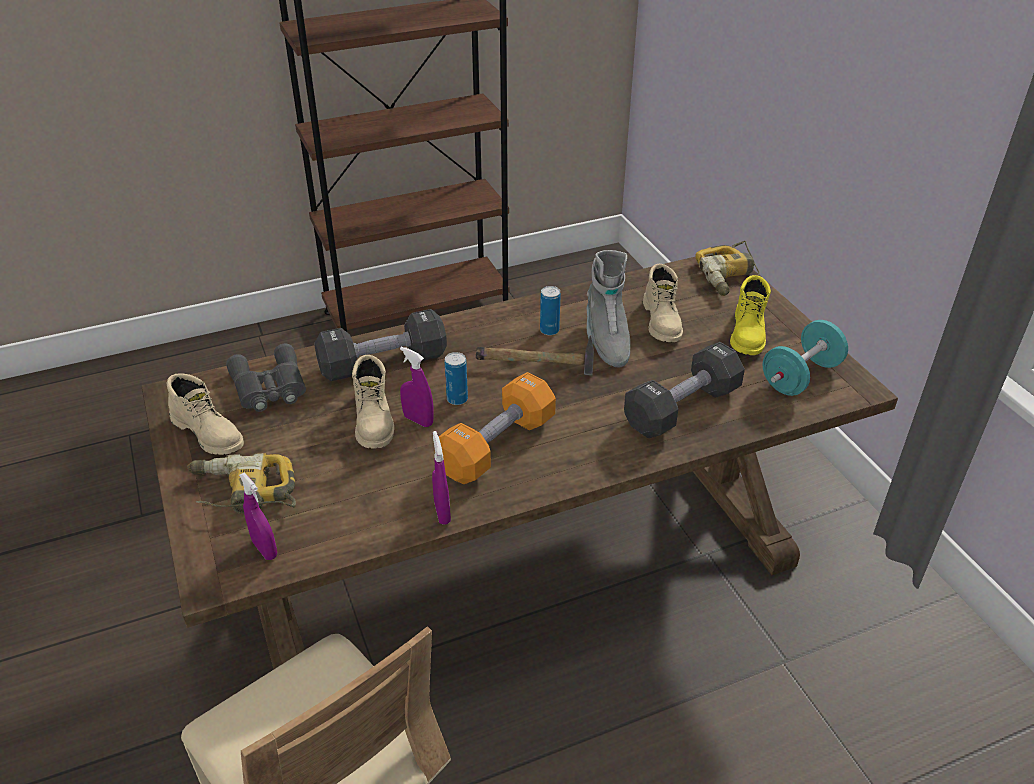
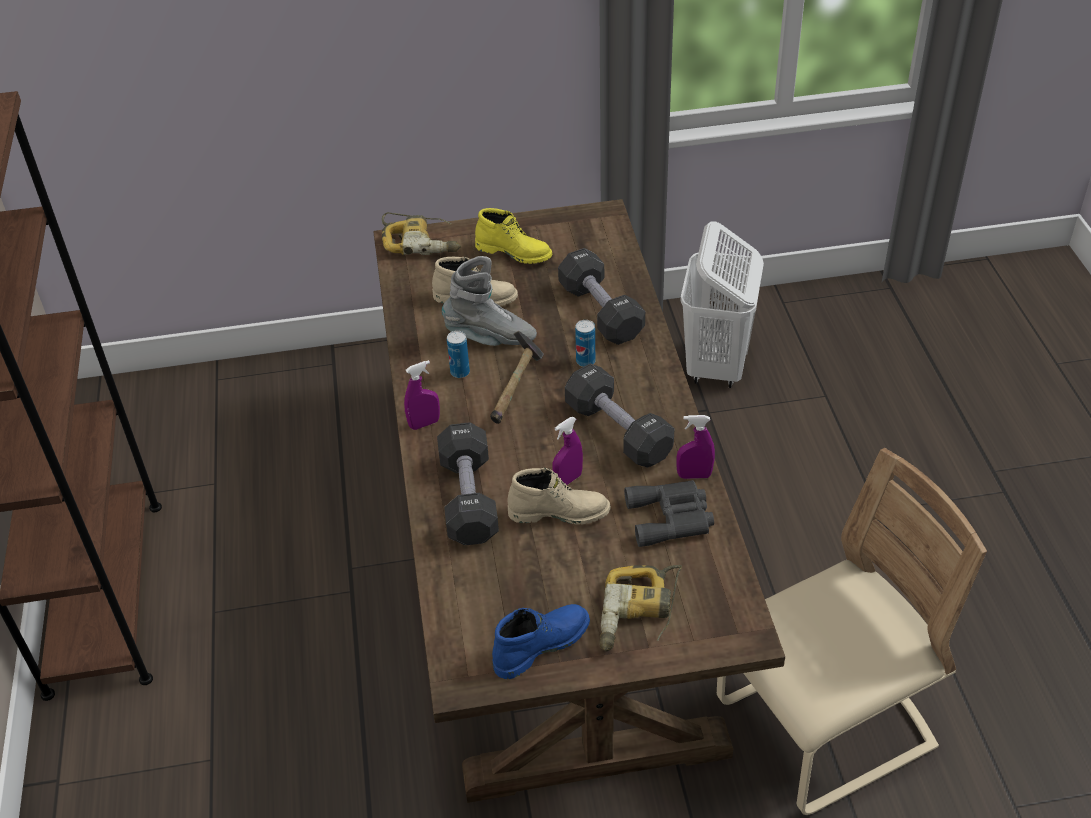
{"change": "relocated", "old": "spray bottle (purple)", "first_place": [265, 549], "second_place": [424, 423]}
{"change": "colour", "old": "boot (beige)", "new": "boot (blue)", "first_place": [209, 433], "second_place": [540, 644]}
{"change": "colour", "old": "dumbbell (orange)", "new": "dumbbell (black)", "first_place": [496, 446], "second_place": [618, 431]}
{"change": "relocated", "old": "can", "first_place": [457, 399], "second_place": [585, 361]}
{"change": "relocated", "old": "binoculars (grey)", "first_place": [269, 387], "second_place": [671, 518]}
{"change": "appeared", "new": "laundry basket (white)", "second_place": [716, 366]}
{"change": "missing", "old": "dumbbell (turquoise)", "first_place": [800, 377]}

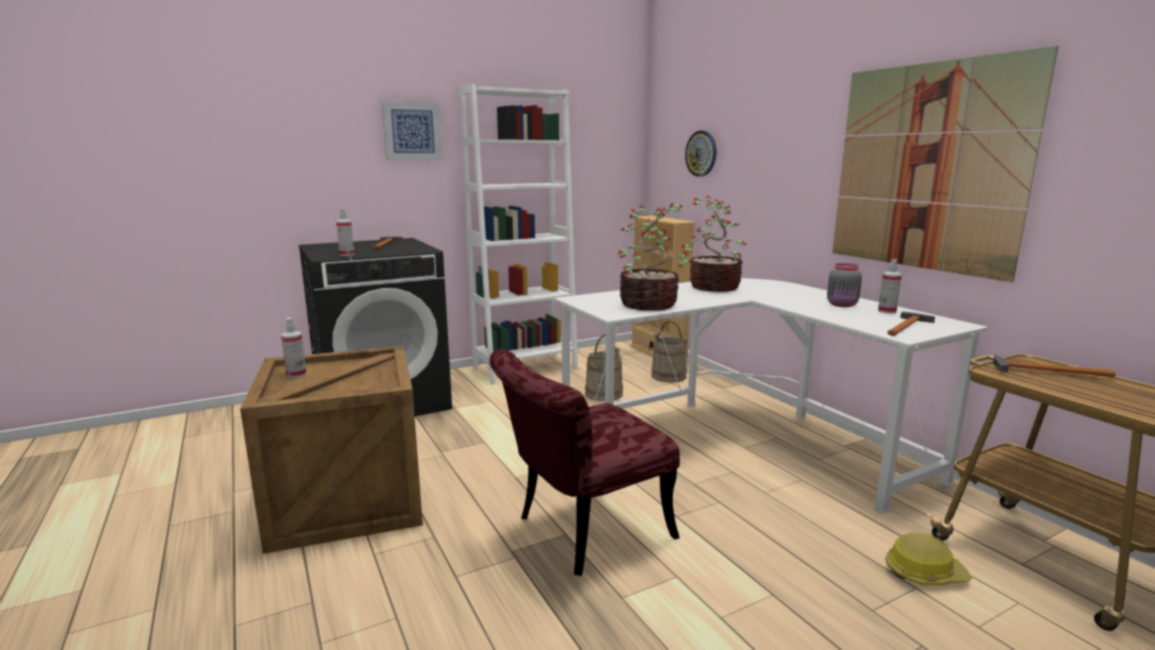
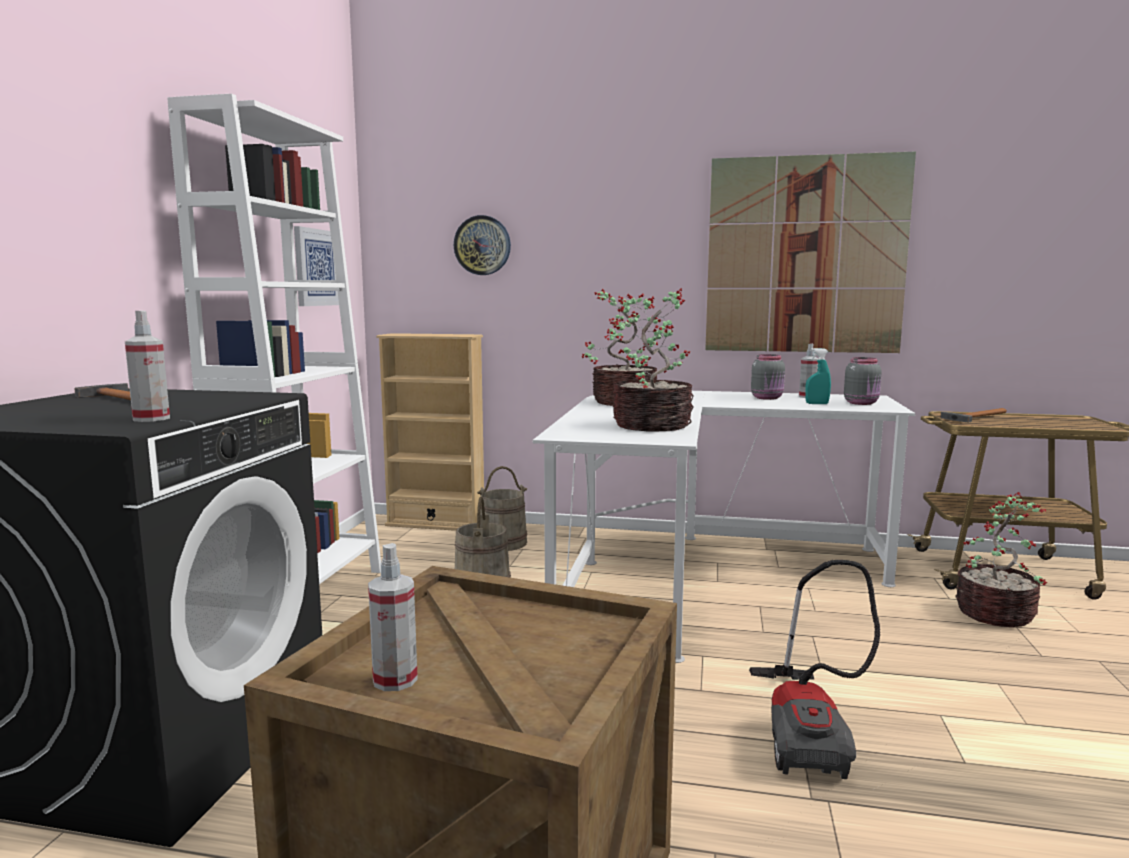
{"change": "relocated", "old": "picture", "first_place": [412, 131], "second_place": [316, 267]}
{"change": "exchanged", "old": "chair (red)", "new": "vacuum cleaner", "first_place": [581, 532], "second_place": [807, 732]}
{"change": "appeared", "new": "spray bottle (turquoise)", "second_place": [817, 404]}
{"change": "exchanged", "old": "hammer", "new": "jar (grey)", "first_place": [907, 326], "second_place": [862, 403]}
{"change": "exchanged", "old": "hard hat", "new": "potted plant", "first_place": [924, 573], "second_place": [996, 615]}

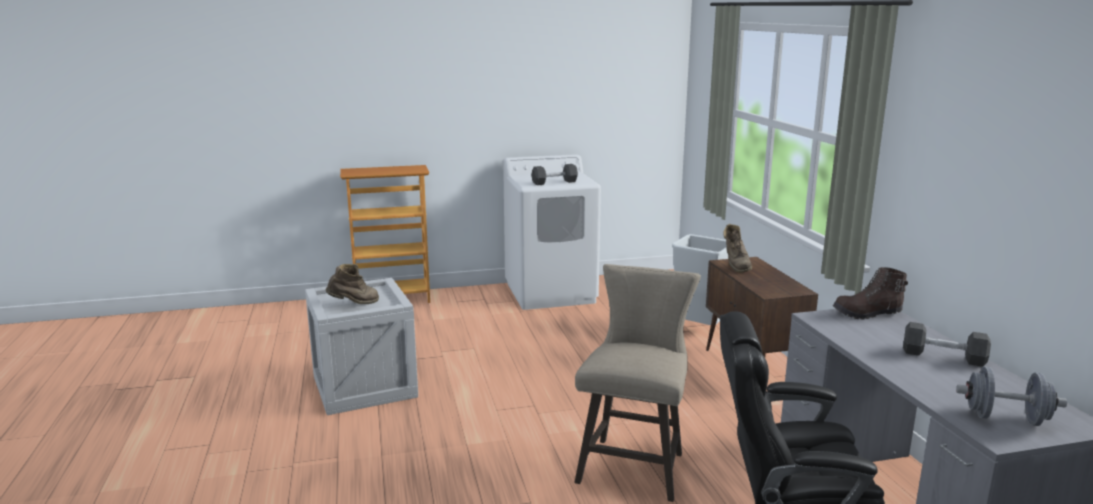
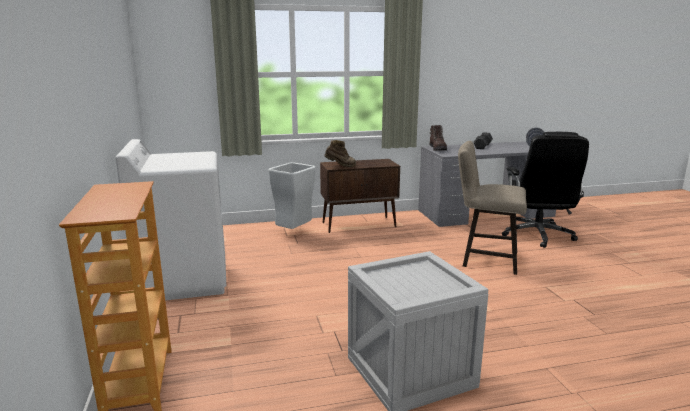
{"change": "missing", "old": "boot (brown)", "first_place": [354, 304]}
{"change": "missing", "old": "dumbbell (black)", "first_place": [554, 182]}

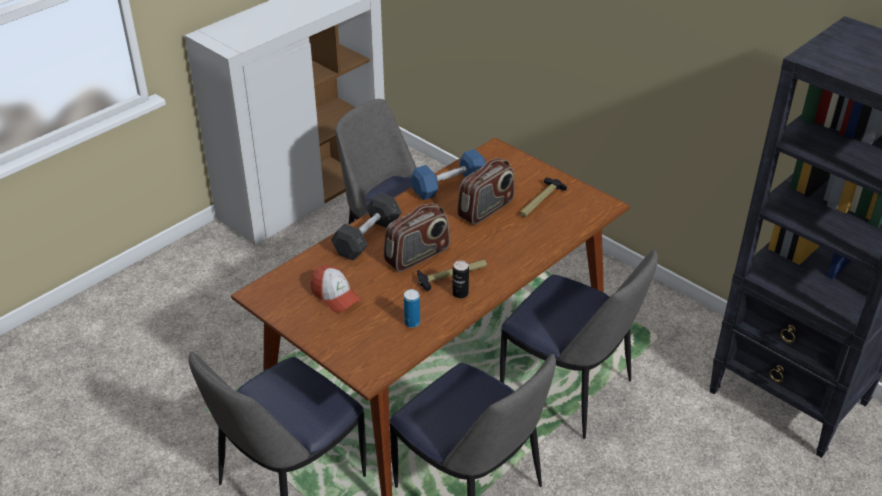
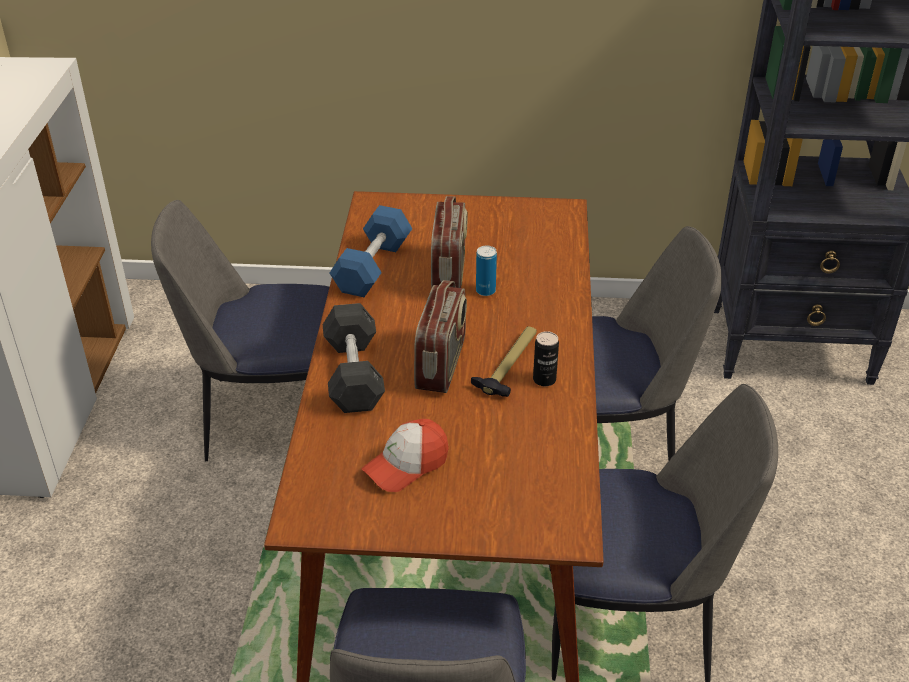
{"change": "spun", "old": "cap", "first_place": [335, 296], "second_place": [406, 465], "degrees": 135}
{"change": "relocated", "old": "can", "first_place": [412, 323], "second_place": [485, 291]}
{"change": "missing", "old": "hammer", "first_place": [540, 202]}

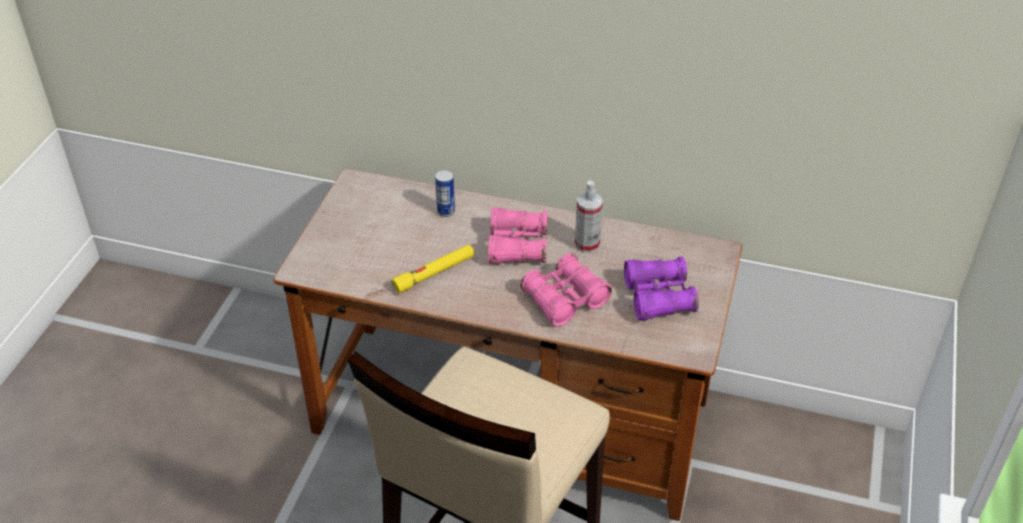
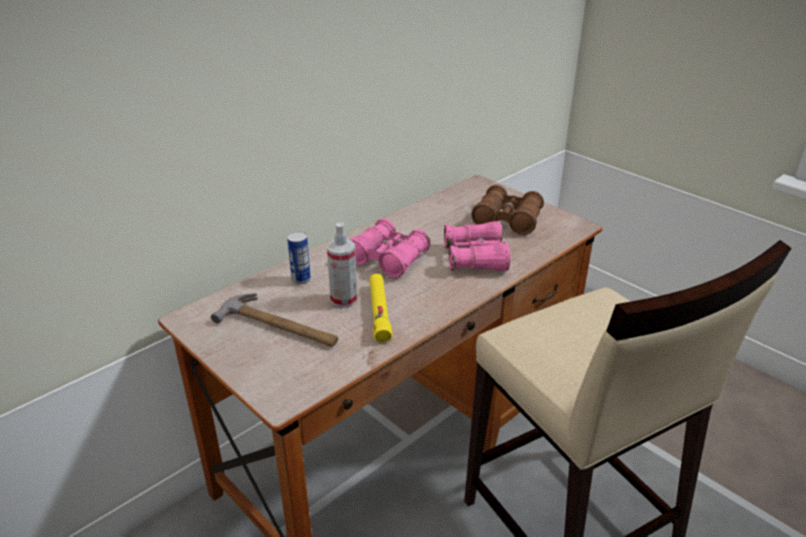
{"change": "appeared", "new": "hammer", "second_place": [279, 326]}
{"change": "relocated", "old": "spray bottle", "first_place": [587, 244], "second_place": [344, 299]}
{"change": "colour", "old": "binoculars (purple)", "new": "binoculars (brown)", "first_place": [658, 297], "second_place": [507, 220]}

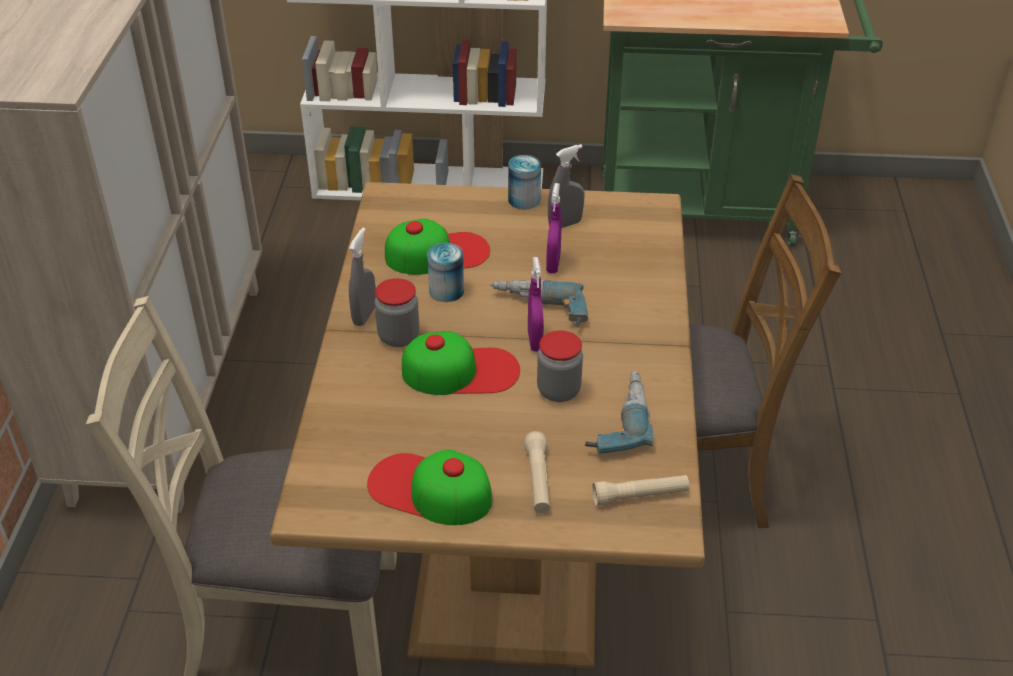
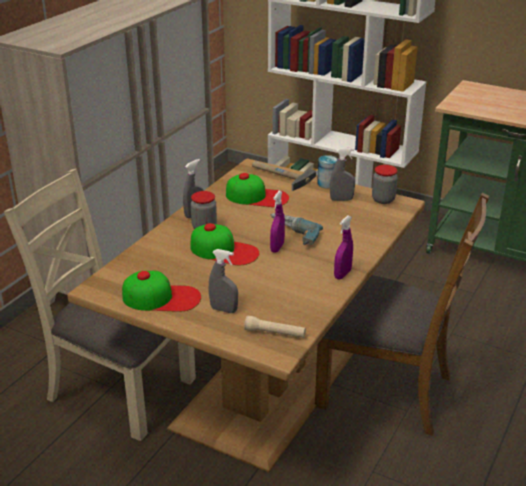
{"change": "spun", "old": "cap", "first_place": [429, 490], "second_place": [162, 297], "degrees": 135}
{"change": "exchanged", "old": "flashlight (beige)", "new": "spray bottle (grey)", "first_place": [538, 480], "second_place": [223, 310]}
{"change": "appeared", "new": "hammer", "second_place": [279, 176]}
{"change": "relocated", "old": "spray bottle (purple)", "first_place": [553, 264], "second_place": [342, 274]}
{"change": "relocated", "old": "jar", "first_place": [558, 391], "second_place": [383, 200]}
{"change": "missing", "old": "can", "first_place": [446, 291]}
{"change": "missing", "old": "power drill", "first_place": [615, 420]}

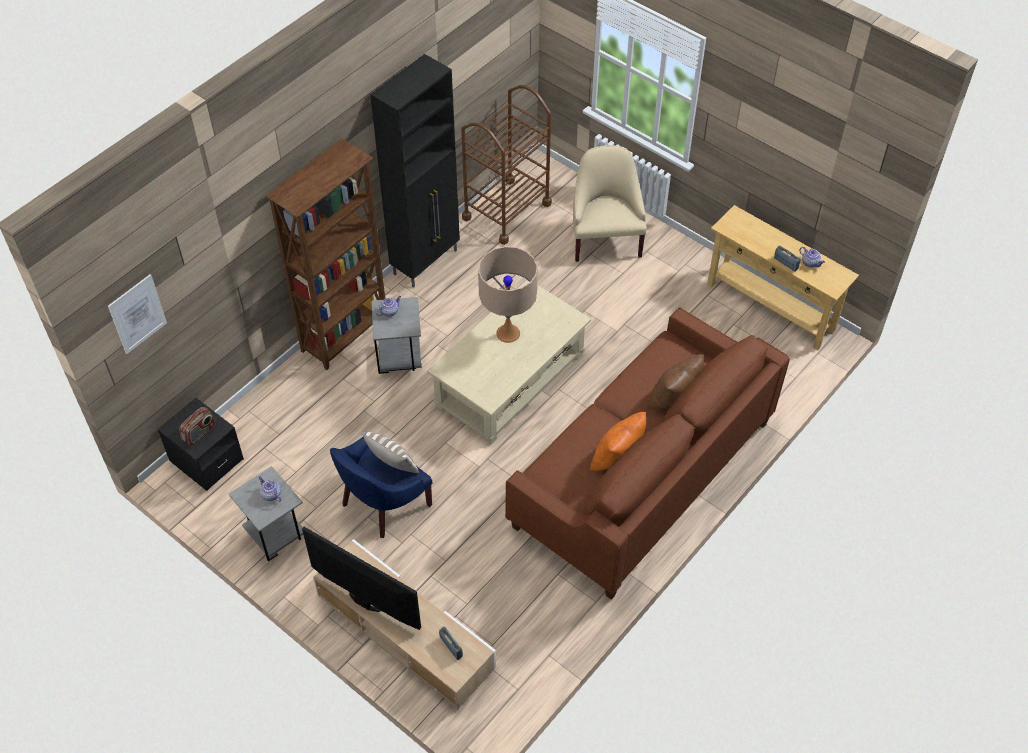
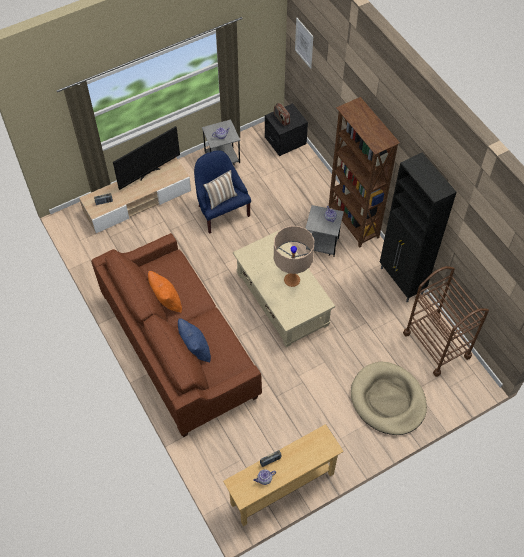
{"change": "colour", "old": "pillow (brown)", "new": "pillow (blue)", "first_place": [673, 399], "second_place": [195, 349]}
{"change": "exchanged", "old": "armchair (beige)", "new": "dog bed (beige)", "first_place": [605, 239], "second_place": [388, 400]}

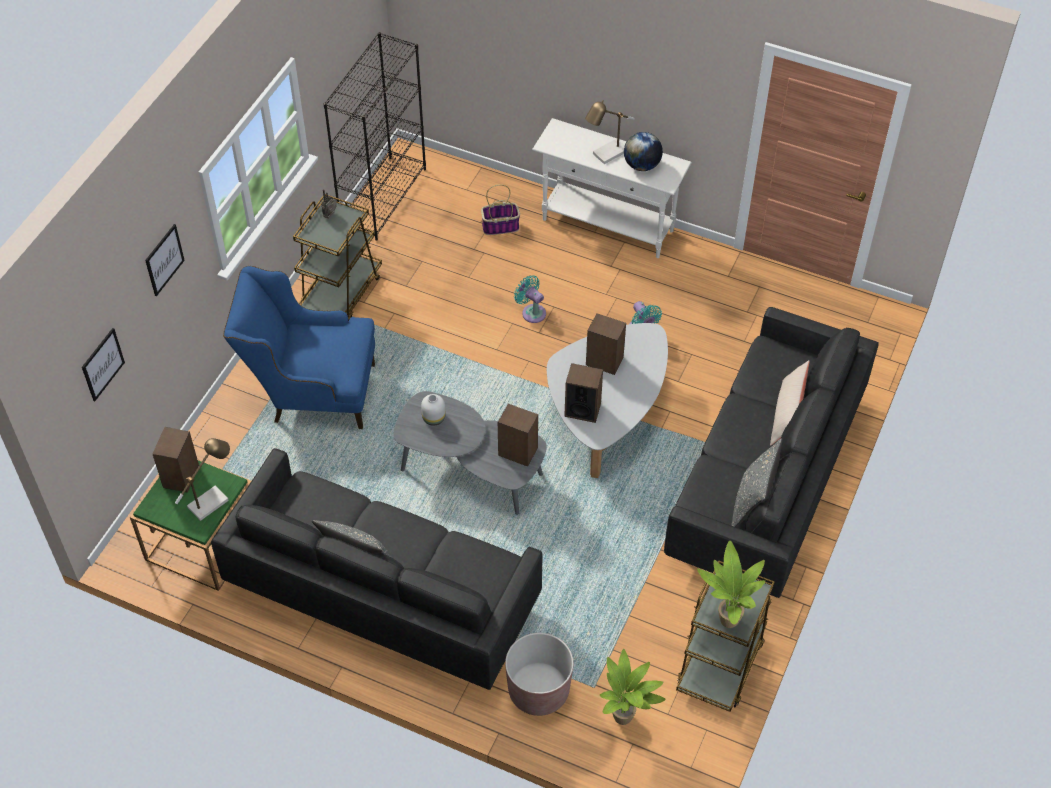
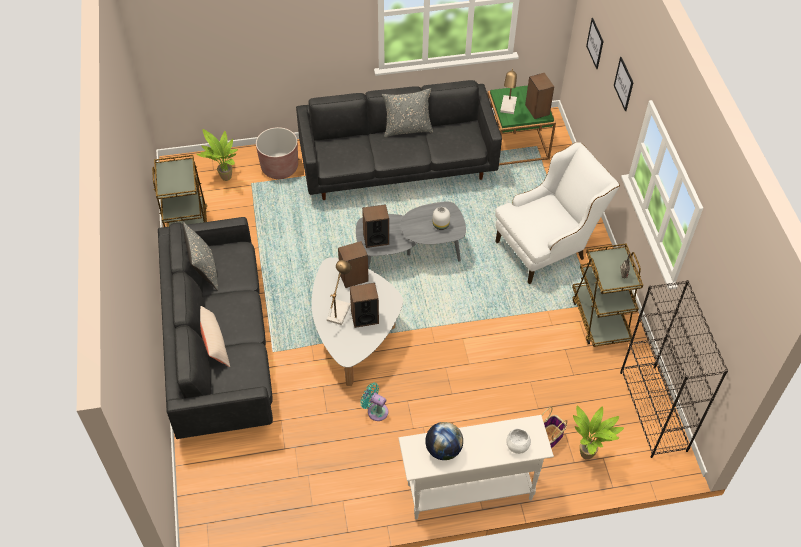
{"change": "relocated", "old": "table lamp", "first_place": [607, 155], "second_place": [339, 309]}
{"change": "colour", "old": "armchair (blue)", "new": "armchair (white)", "first_place": [312, 391], "second_place": [547, 246]}
{"change": "appeared", "new": "bowl (white)", "second_place": [517, 445]}
{"change": "relocated", "old": "potted plant", "first_place": [725, 621], "second_place": [588, 453]}
{"change": "missing", "old": "fan (turquoise)", "first_place": [532, 312]}

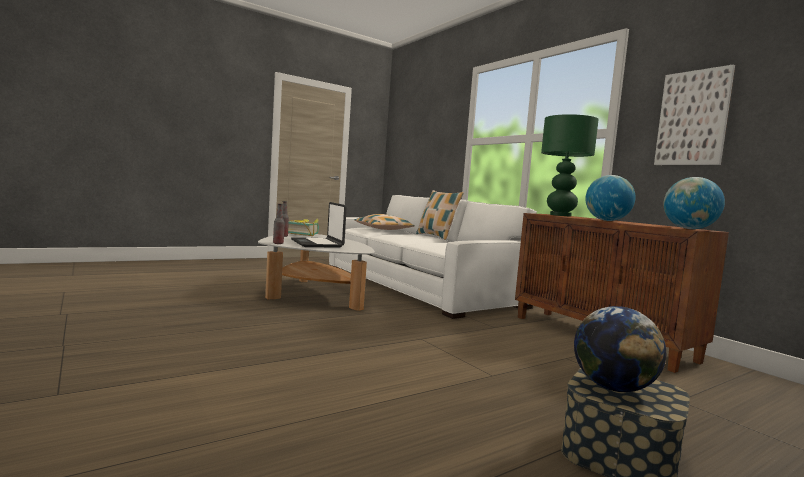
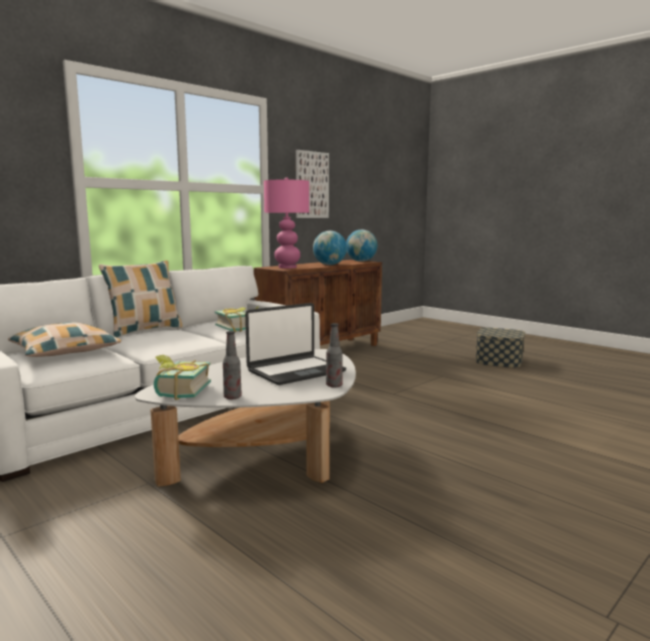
{"change": "appeared", "new": "book", "second_place": [238, 328]}
{"change": "colour", "old": "table lamp (green)", "new": "table lamp (pink)", "first_place": [560, 215], "second_place": [287, 267]}
{"change": "missing", "old": "globe", "first_place": [613, 388]}

